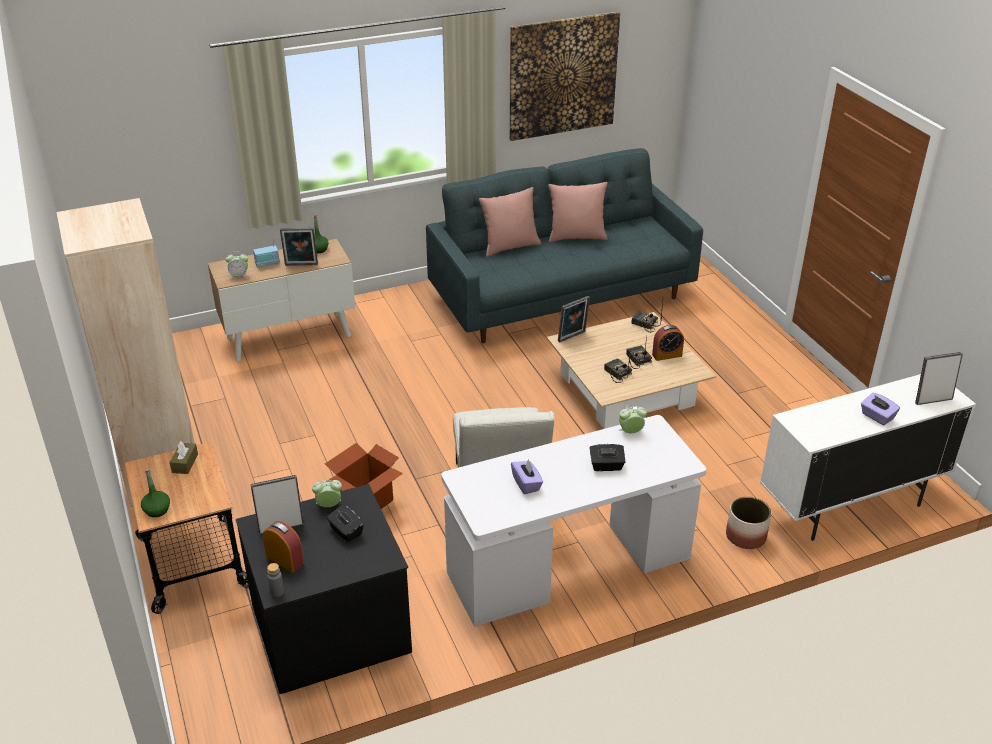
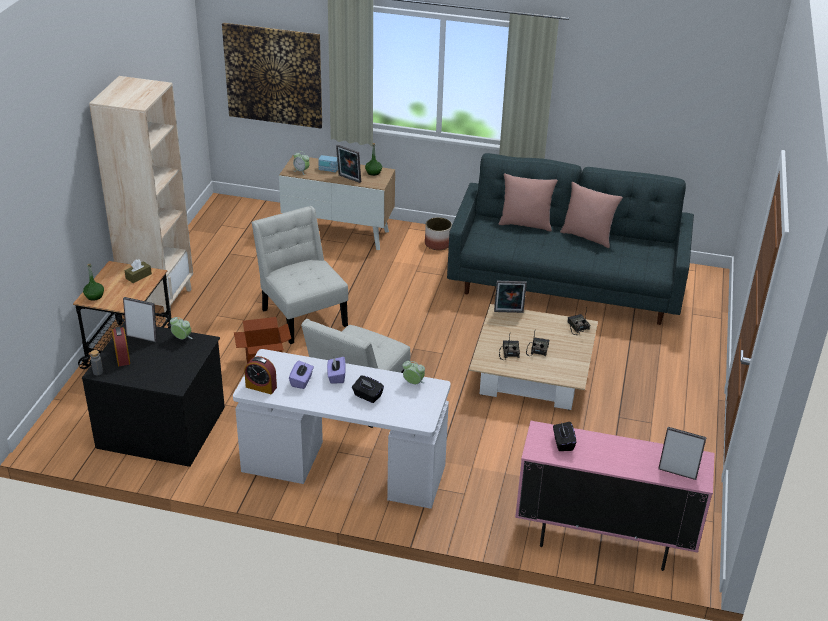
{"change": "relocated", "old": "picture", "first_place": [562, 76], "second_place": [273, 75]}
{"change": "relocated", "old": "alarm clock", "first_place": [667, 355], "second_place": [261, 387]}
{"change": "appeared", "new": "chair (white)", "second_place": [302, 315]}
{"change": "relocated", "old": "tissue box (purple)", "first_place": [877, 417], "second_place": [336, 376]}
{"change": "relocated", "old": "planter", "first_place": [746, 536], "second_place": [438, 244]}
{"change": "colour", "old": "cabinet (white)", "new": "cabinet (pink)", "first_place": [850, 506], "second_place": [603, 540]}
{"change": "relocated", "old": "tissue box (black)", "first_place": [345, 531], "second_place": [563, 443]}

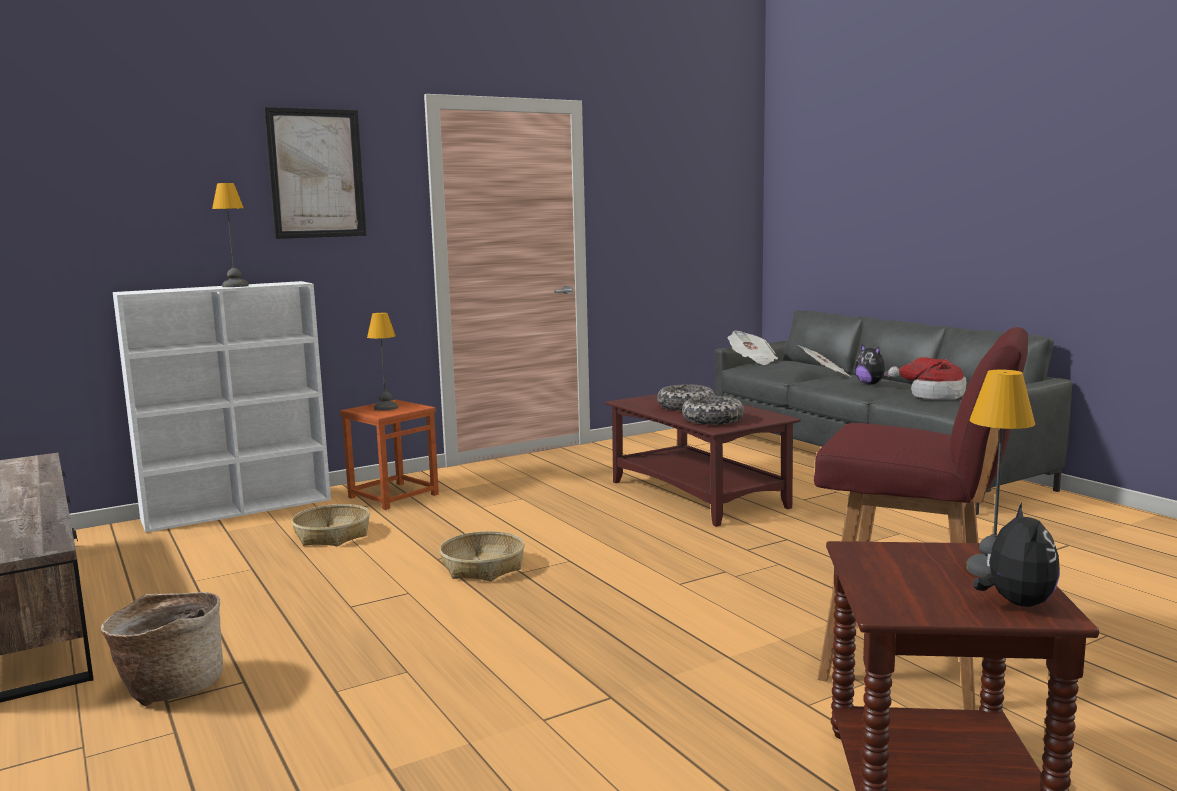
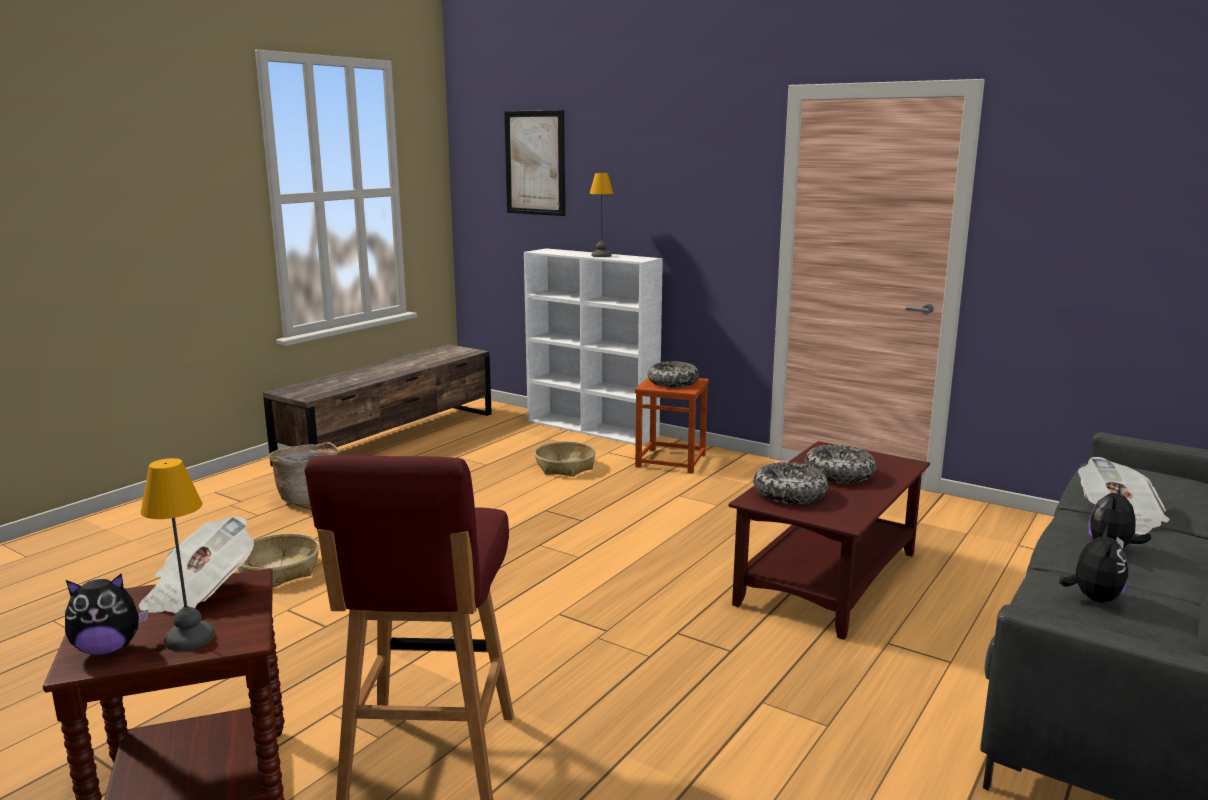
{"change": "relocated", "old": "newspaper", "first_place": [752, 361], "second_place": [200, 592]}
{"change": "relocated", "old": "basket", "first_place": [482, 567], "second_place": [279, 570]}
{"change": "relocated", "old": "picture", "first_place": [316, 173], "second_place": [535, 163]}
{"change": "exchanged", "old": "table lamp", "new": "bowl", "first_place": [386, 407], "second_place": [673, 382]}
{"change": "exchanged", "old": "hat", "new": "plush toy", "first_place": [934, 395], "second_place": [1093, 598]}

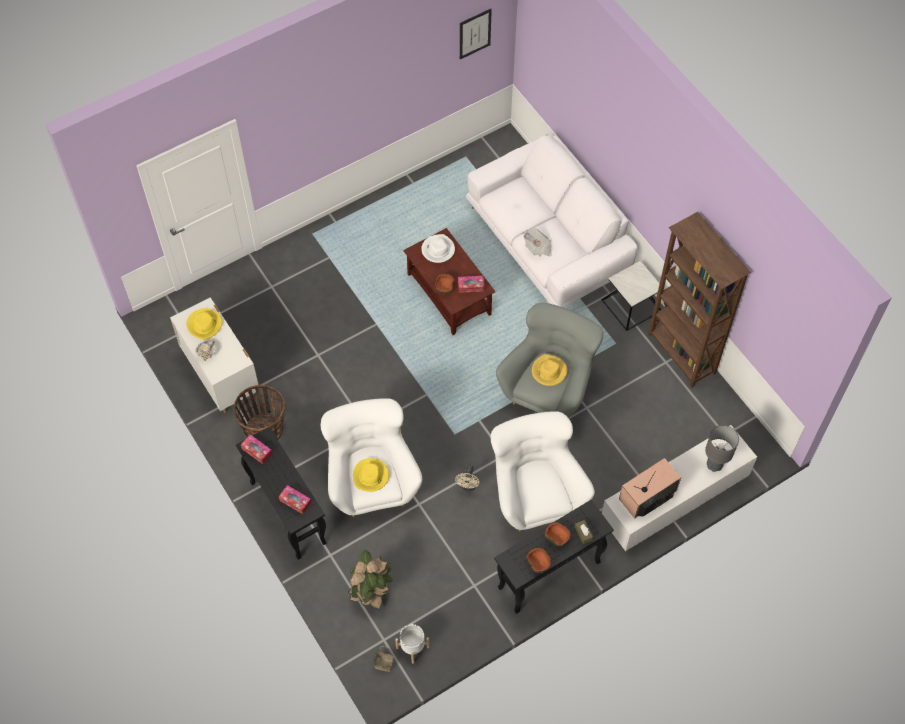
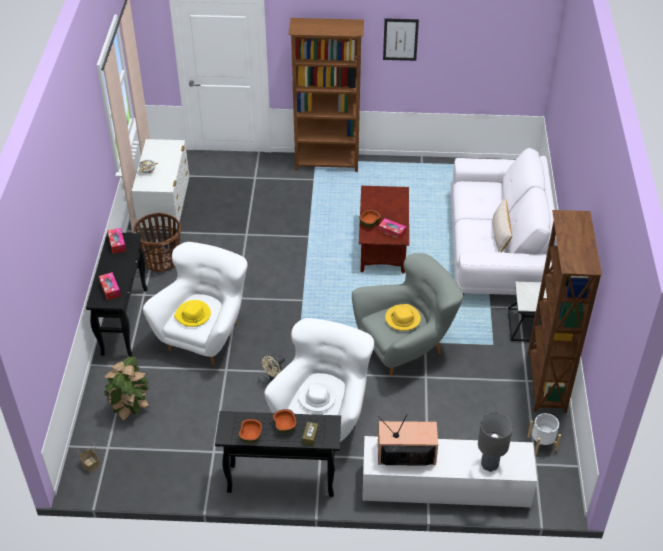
{"change": "appeared", "new": "bookcase (brown)", "second_place": [327, 163]}
{"change": "relocated", "old": "hat (white)", "first_place": [438, 250], "second_place": [317, 398]}
{"change": "relocated", "old": "picture", "first_place": [475, 33], "second_place": [400, 39]}
{"change": "appeared", "new": "pillow (beige)", "second_place": [500, 235]}
{"change": "relocated", "old": "planter (white)", "first_place": [412, 647], "second_place": [542, 443]}
{"change": "missing", "old": "hat (yellow)", "first_place": [205, 324]}
{"change": "missing", "old": "newspaper", "first_place": [538, 248]}

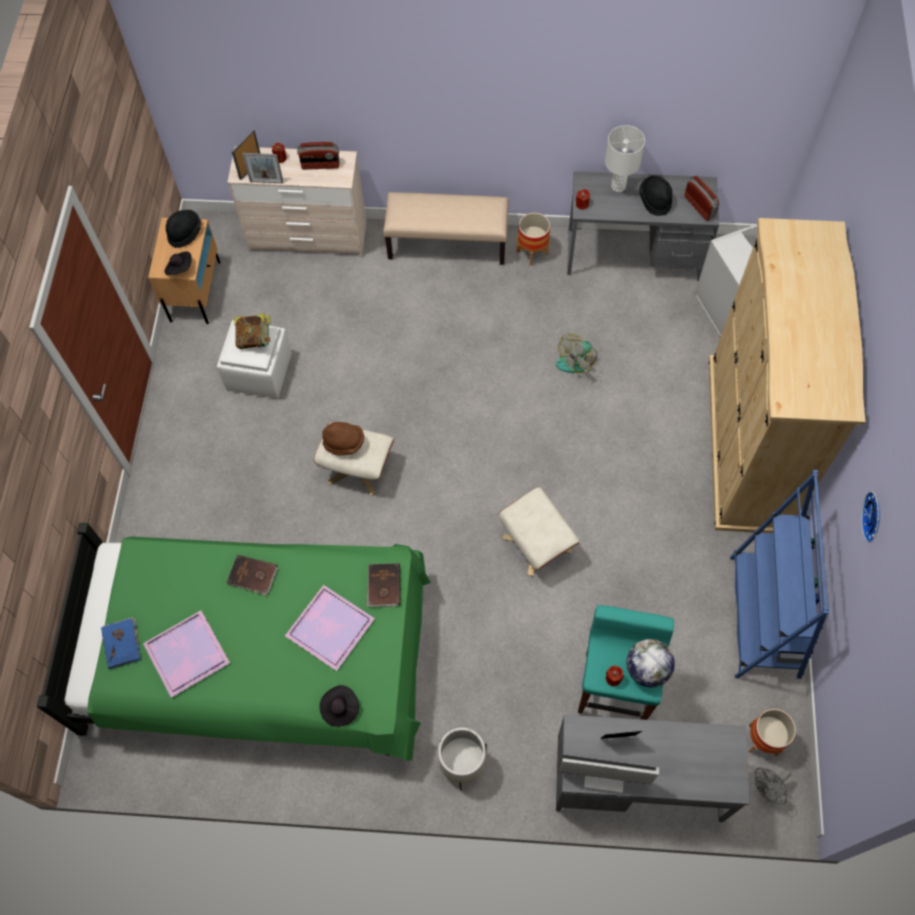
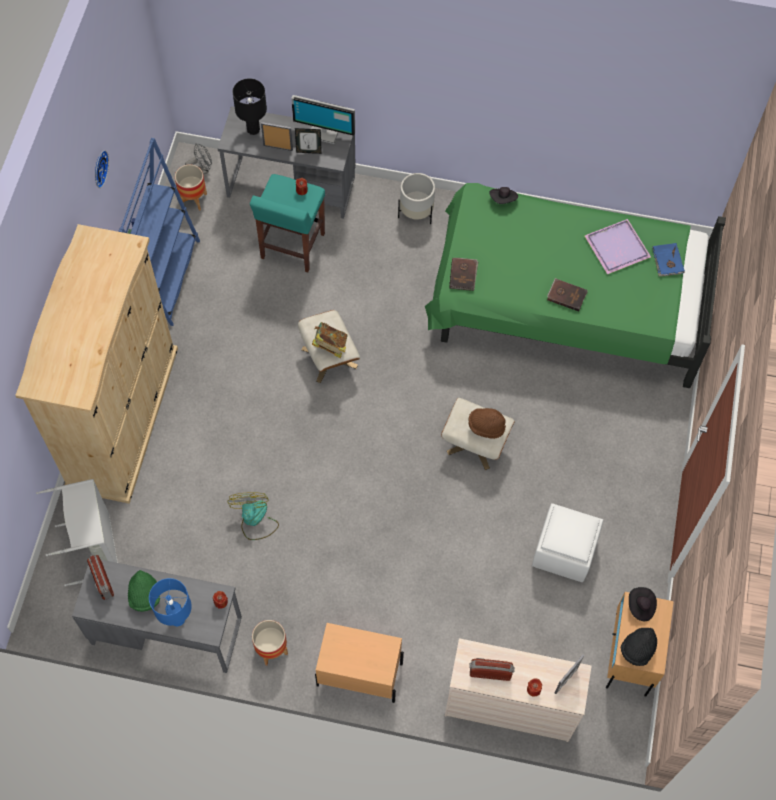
{"change": "colour", "old": "hat (black)", "new": "hat (green)", "first_place": [655, 200], "second_place": [144, 595]}
{"change": "colour", "old": "table lamp (white)", "new": "table lamp (blue)", "first_place": [618, 186], "second_place": [177, 619]}
{"change": "spun", "old": "fan", "first_place": [577, 360], "second_place": [255, 520], "degrees": -60}
{"change": "appeared", "new": "table lamp (black)", "second_place": [253, 129]}
{"change": "relocated", "old": "picture frame", "first_place": [266, 182], "second_place": [278, 147]}
{"change": "relocated", "old": "book", "first_place": [255, 339], "second_place": [330, 346]}
{"change": "exchanged", "old": "bench (beige)", "new": "nightstand (beige)", "first_place": [448, 243], "second_place": [359, 674]}
{"change": "missing", "old": "tray (purple)", "first_place": [330, 626]}
{"change": "missing", "old": "globe", "first_place": [647, 669]}

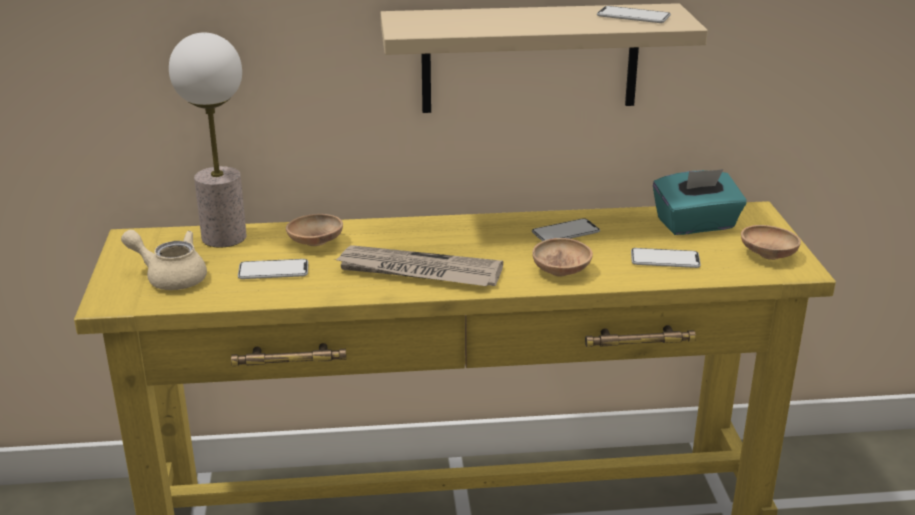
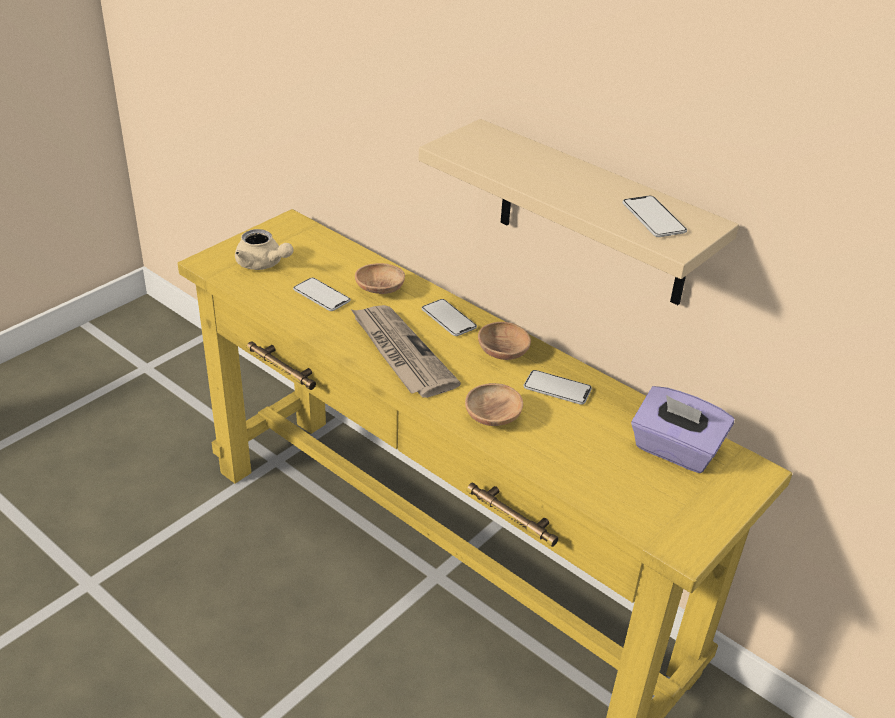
{"change": "spun", "old": "teapot (beige)", "first_place": [170, 277], "second_place": [263, 264], "degrees": 150}
{"change": "relocated", "old": "phone", "first_place": [665, 259], "second_place": [448, 319]}
{"change": "relocated", "old": "bowl (brown)", "first_place": [767, 255], "second_place": [503, 352]}
{"change": "colour", "old": "tissue box (turquoise)", "new": "tissue box (purple)", "first_place": [696, 225], "second_place": [675, 450]}
{"change": "missing", "old": "table lamp", "first_place": [224, 237]}

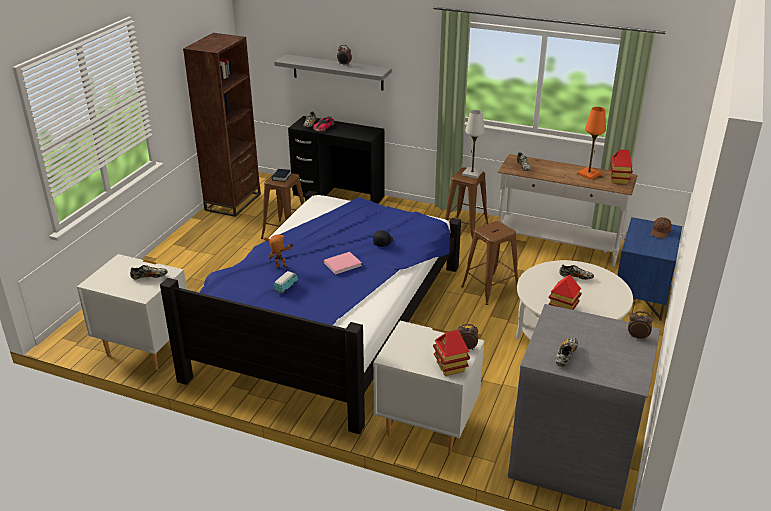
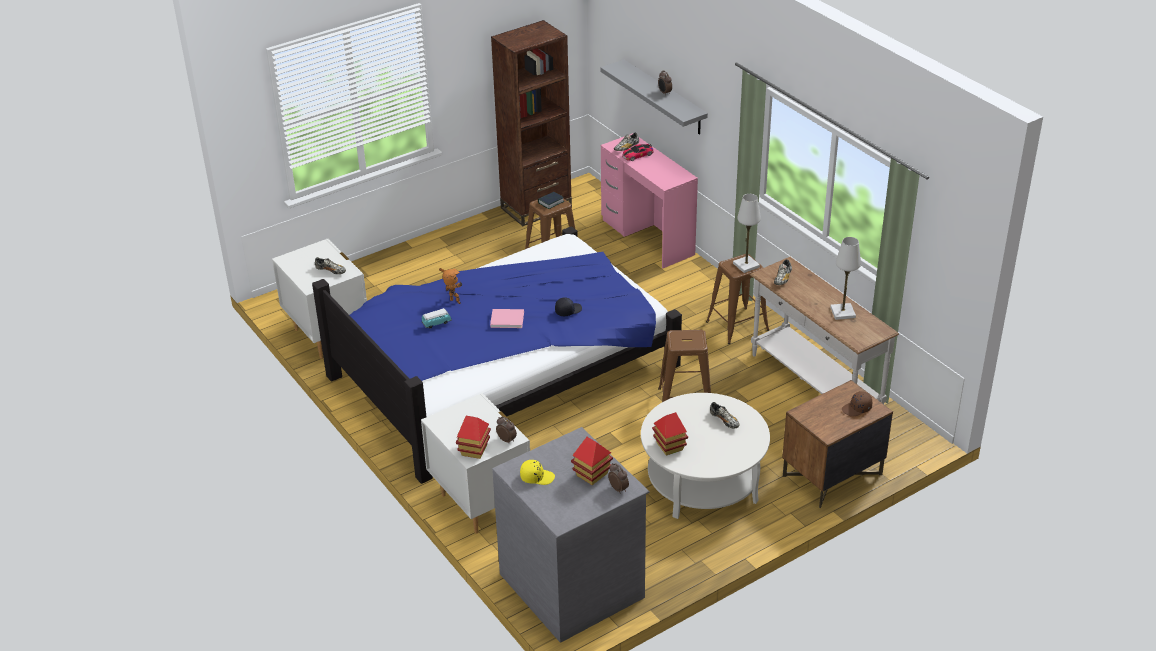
{"change": "exchanged", "old": "shoe", "new": "cap (yellow)", "first_place": [565, 356], "second_place": [537, 477]}
{"change": "relocated", "old": "toy house", "first_place": [619, 180], "second_place": [592, 474]}
{"change": "colour", "old": "desk (black)", "new": "desk (pink)", "first_place": [338, 196], "second_place": [648, 237]}
{"change": "colour", "old": "nightstand (blue)", "new": "nightstand (brown)", "first_place": [640, 297], "second_place": [832, 476]}
{"change": "colour", "old": "table lamp (orange)", "new": "table lamp (white)", "first_place": [589, 174], "second_place": [843, 312]}

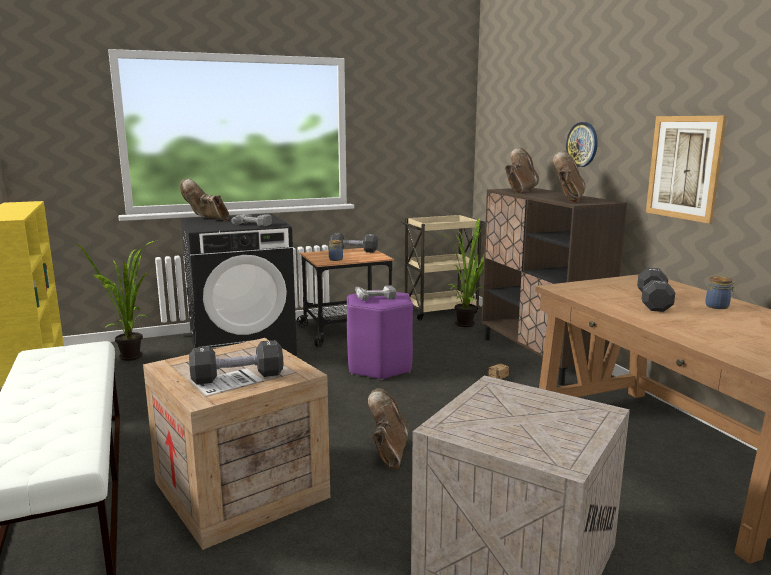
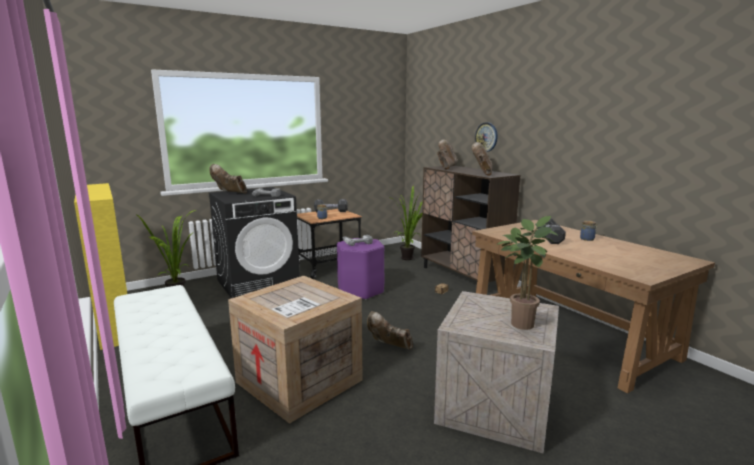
{"change": "spun", "old": "boot (brown)", "first_place": [388, 452], "second_place": [389, 347], "degrees": -60}
{"change": "appeared", "new": "potted plant", "second_place": [520, 322]}
{"change": "missing", "old": "dumbbell (black)", "first_place": [237, 377]}
{"change": "missing", "old": "cart (beige)", "first_place": [441, 311]}
{"change": "missing", "old": "picture", "first_place": [684, 167]}

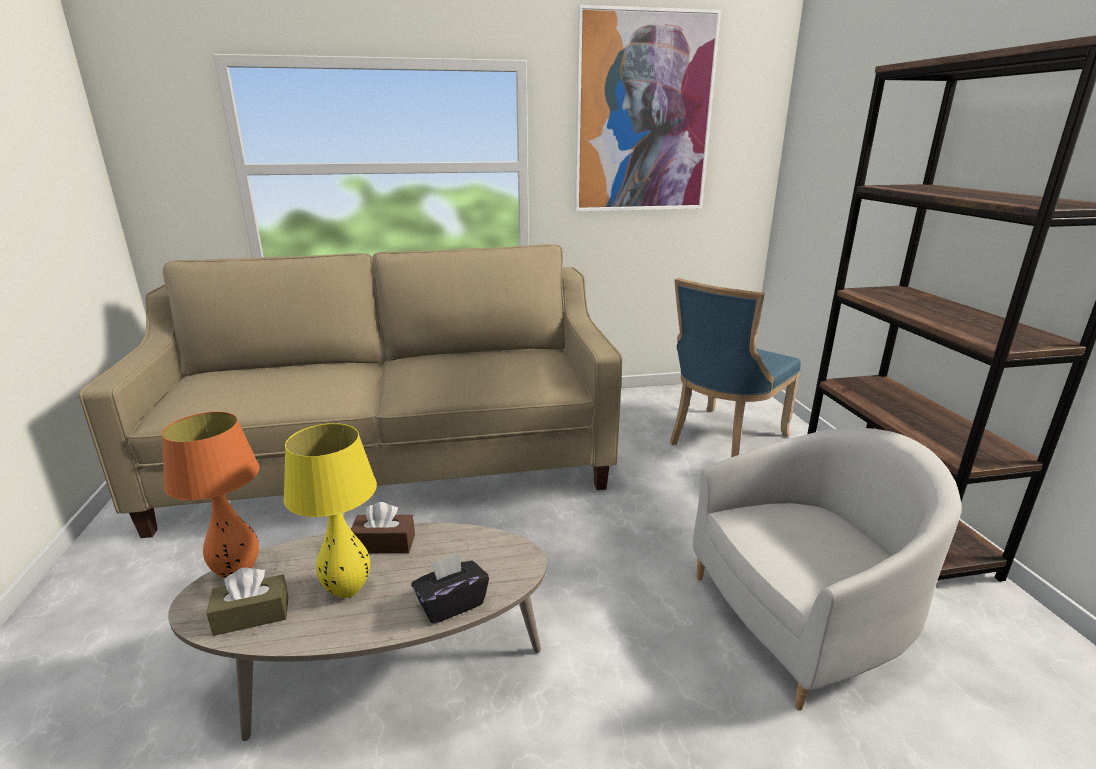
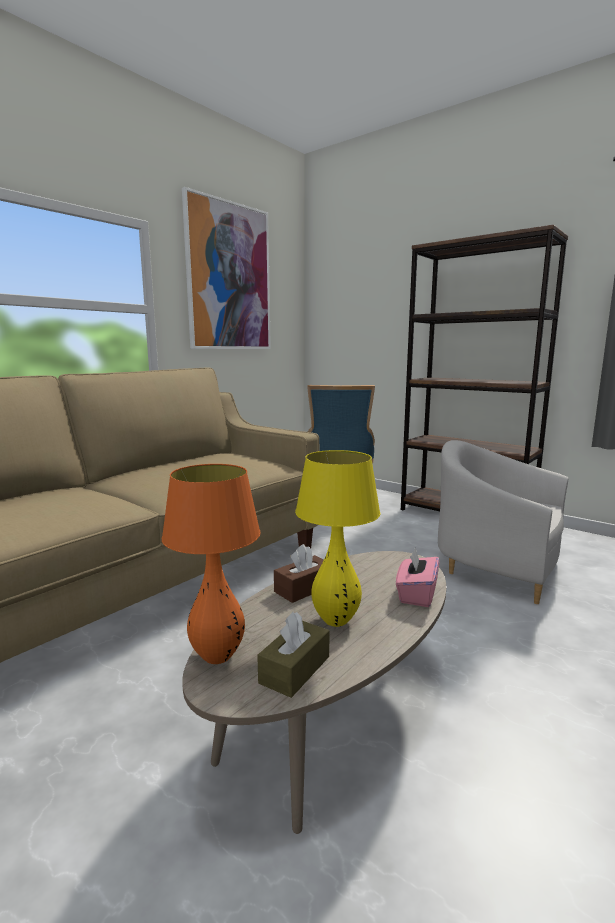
{"change": "colour", "old": "tissue box (black)", "new": "tissue box (pink)", "first_place": [451, 604], "second_place": [416, 594]}
{"change": "spun", "old": "armchair (white)", "first_place": [802, 619], "second_place": [497, 567], "degrees": -90}

